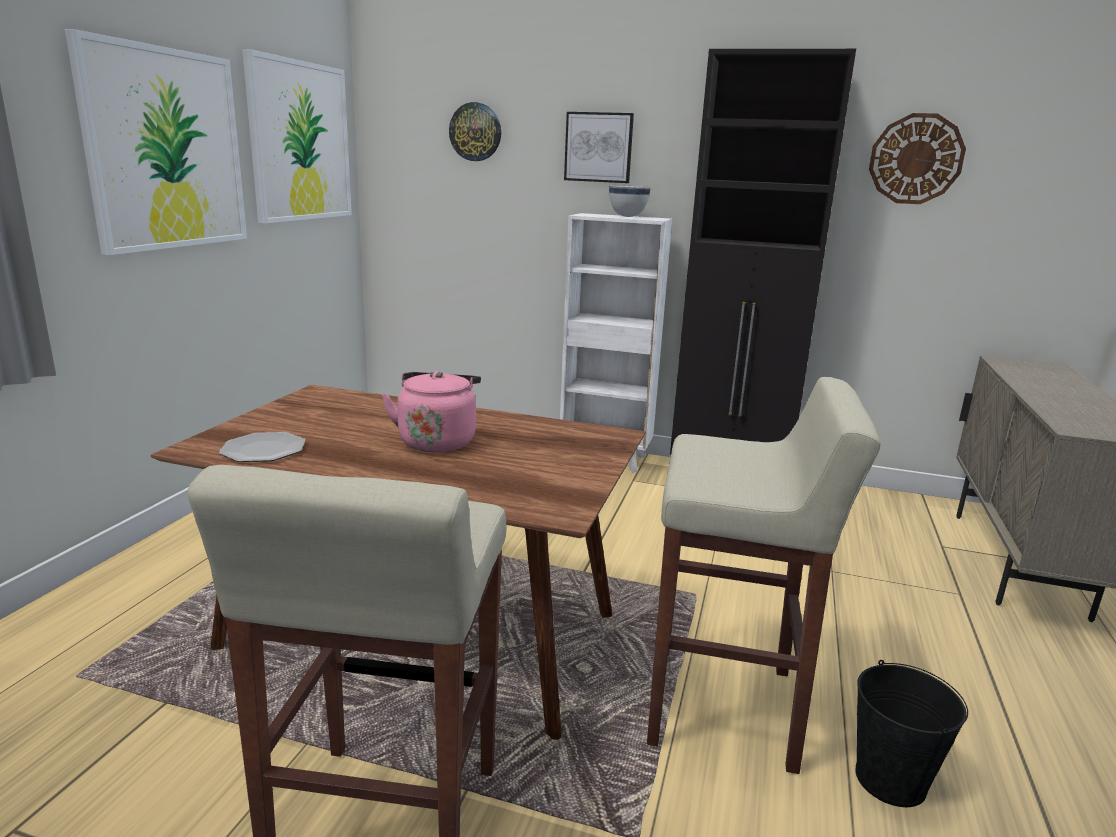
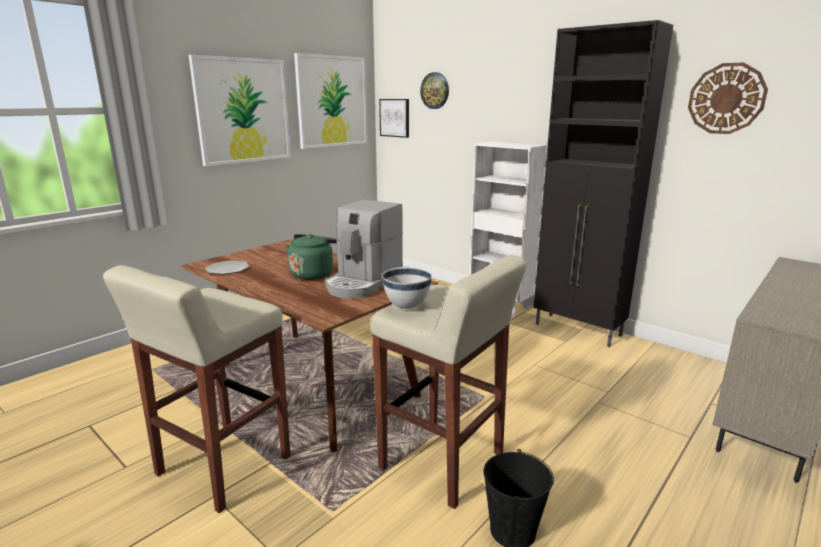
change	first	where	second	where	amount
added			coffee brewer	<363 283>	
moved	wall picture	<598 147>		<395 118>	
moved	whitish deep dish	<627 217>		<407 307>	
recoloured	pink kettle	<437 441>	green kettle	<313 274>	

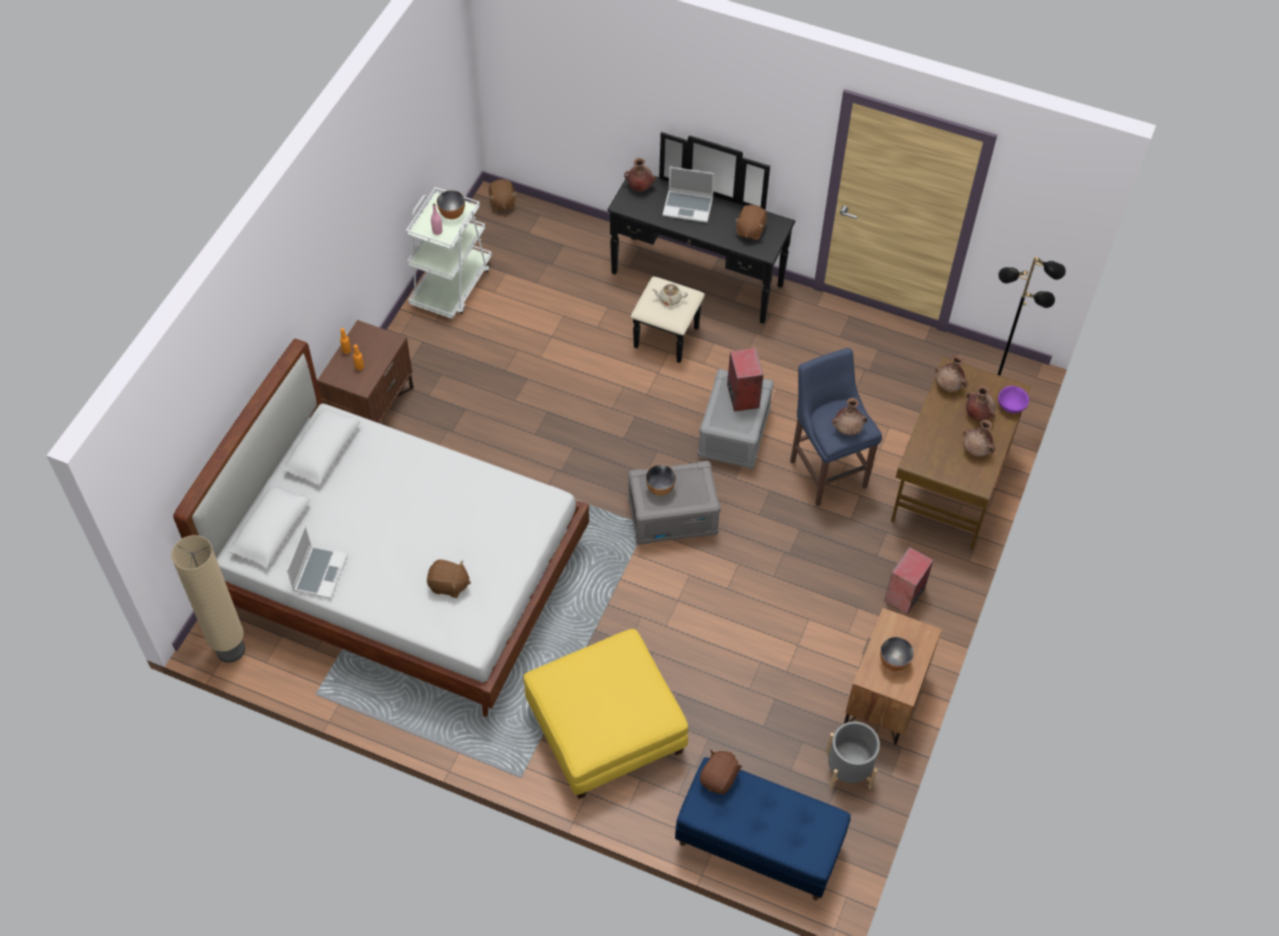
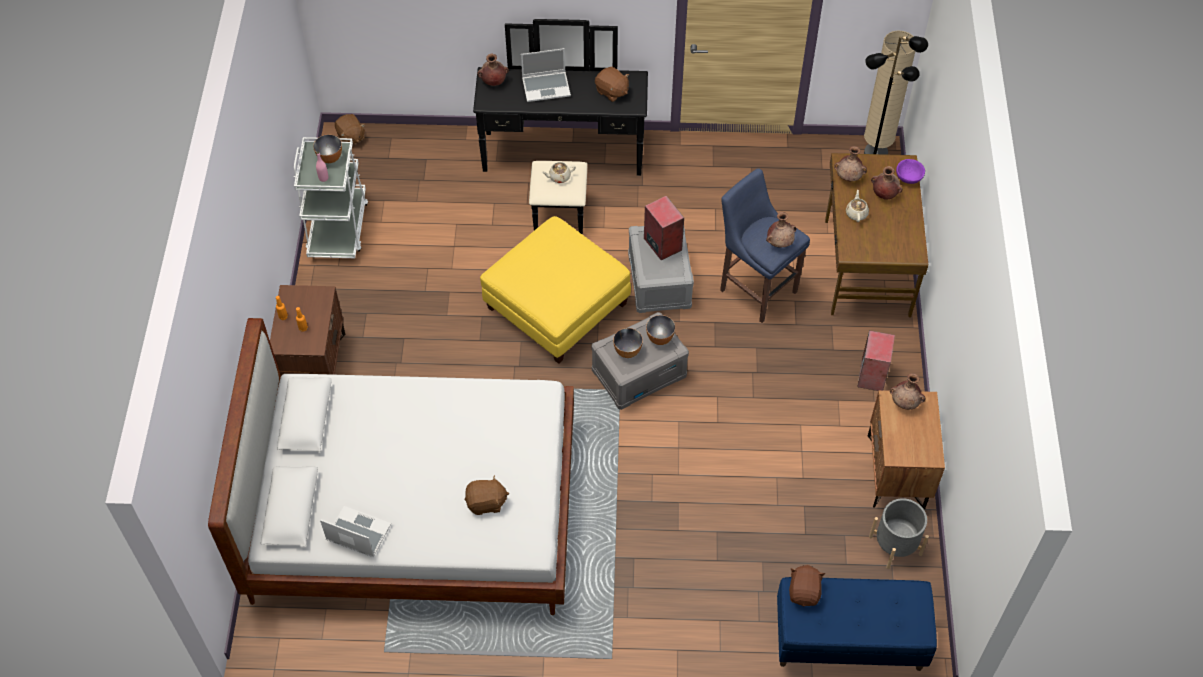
change	first	where	second	where	amount
added			sand-coloured pot for tea	<856 213>	
moved	sand-coloured standing lamp	<230 650>		<875 154>	
moved	yellow-coloured footrest	<605 728>		<557 306>	
moved	deep dish	<894 662>		<660 338>	
moved	brown decorative vase	<976 450>		<905 403>	
turned	portable computer	<319 572>		<357 533>	60 degrees counterclockwise
turned	brown soft toy	<750 230>		<612 91>	45 degrees counterclockwise

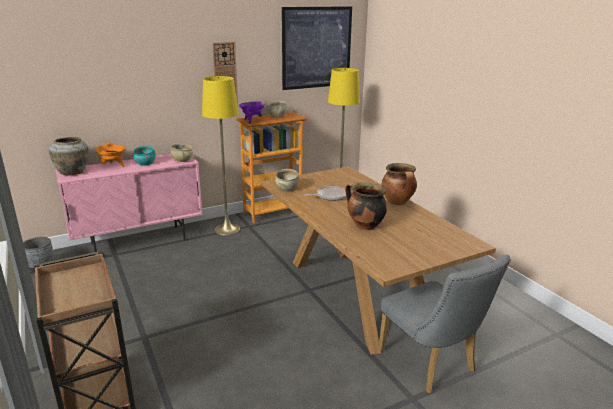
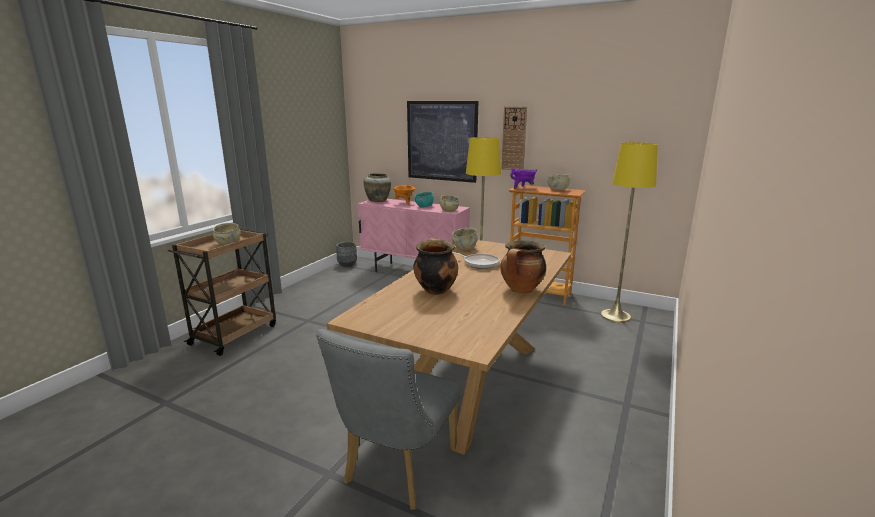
change	first	where	second	where	amount
added			sand-coloured deep dish	<228 243>	
moved	wall picture	<316 48>		<441 141>	

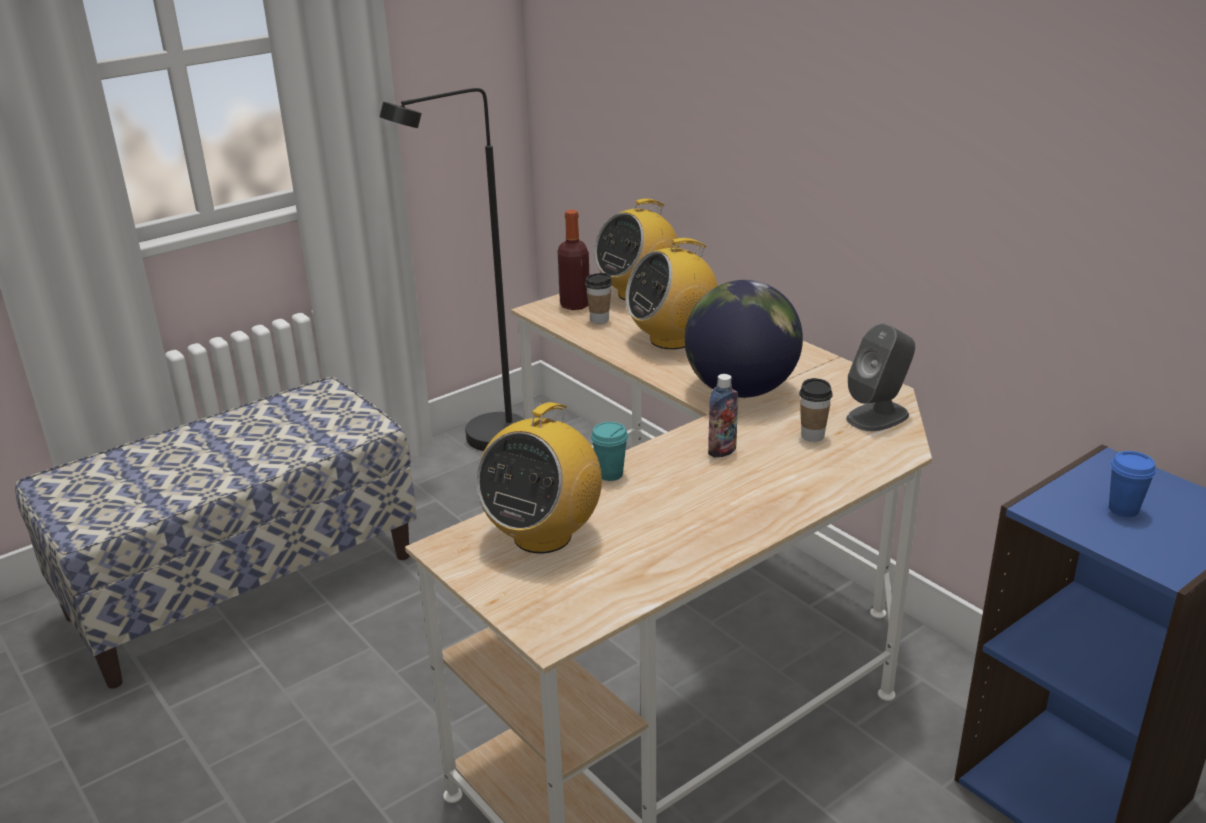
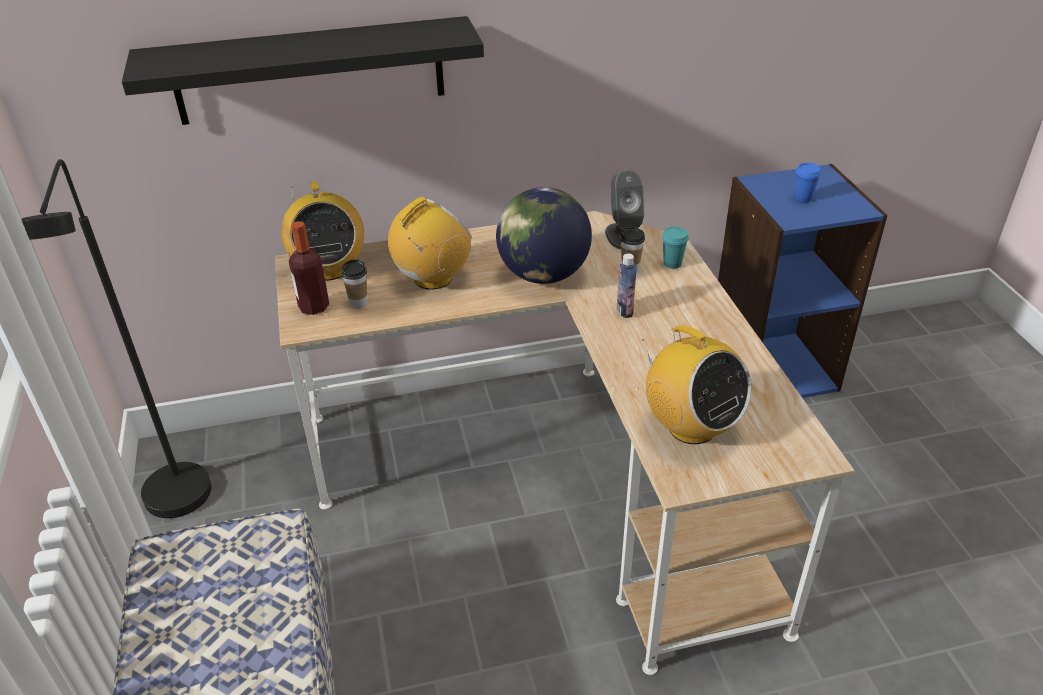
change	first	where	second	where	amount
added			blackish bracket shelf	<310 71>	
moved	turquoise small cup	<610 474>		<672 263>	
turned	radio set	<672 339>		<432 279>	135 degrees counterclockwise

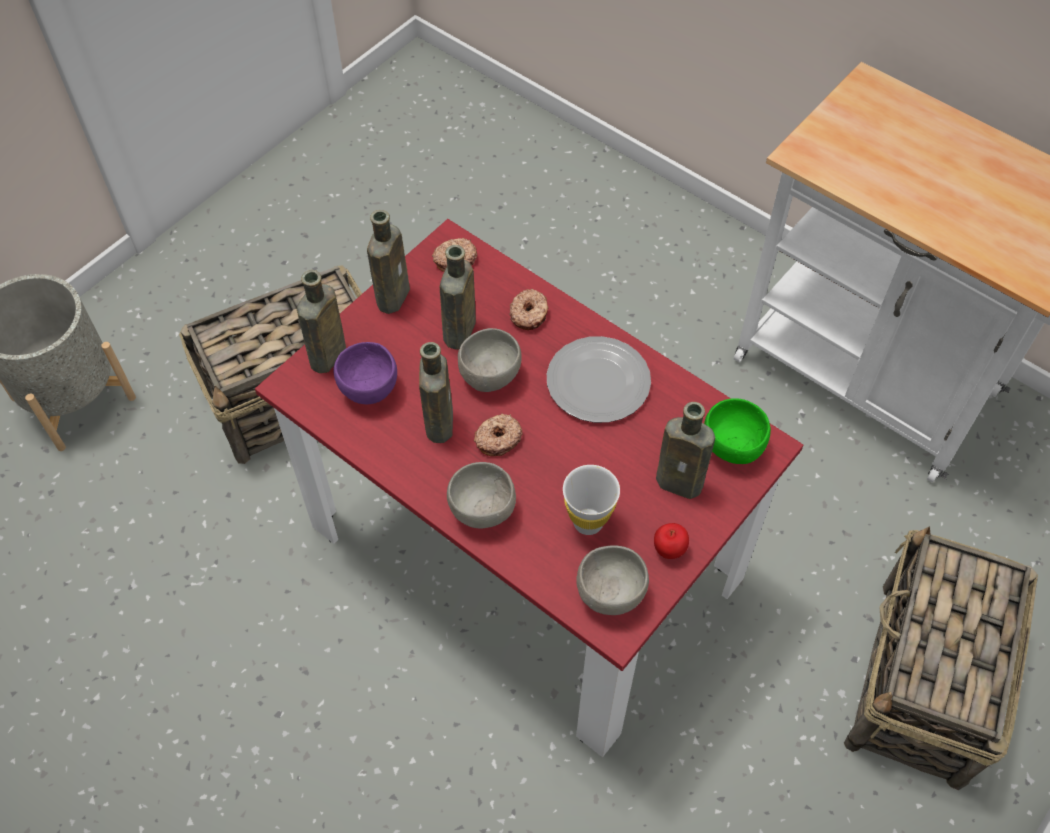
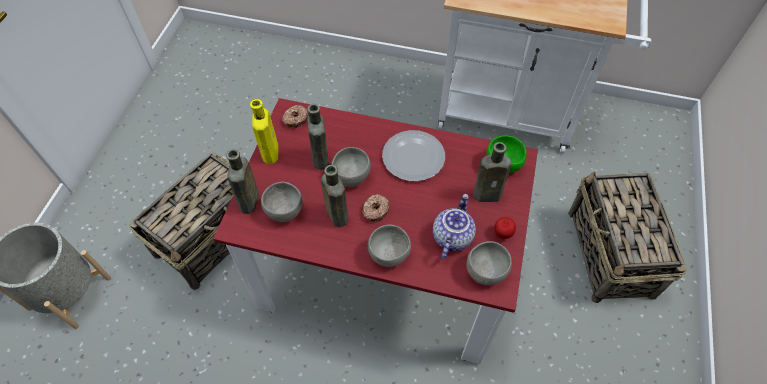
change	first	where	second	where	amount
removed	doughnut	<529 314>			
replaced	whitish small cup	<588 522>	pot for tea	<451 236>	
recoloured	purple deep dish	<370 387>	gray deep dish	<284 210>	
recoloured	brown beverage bottle	<394 294>	yellow-coloured beverage bottle	<270 151>	

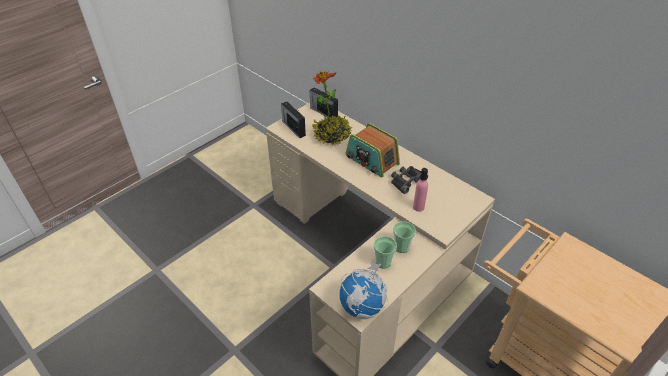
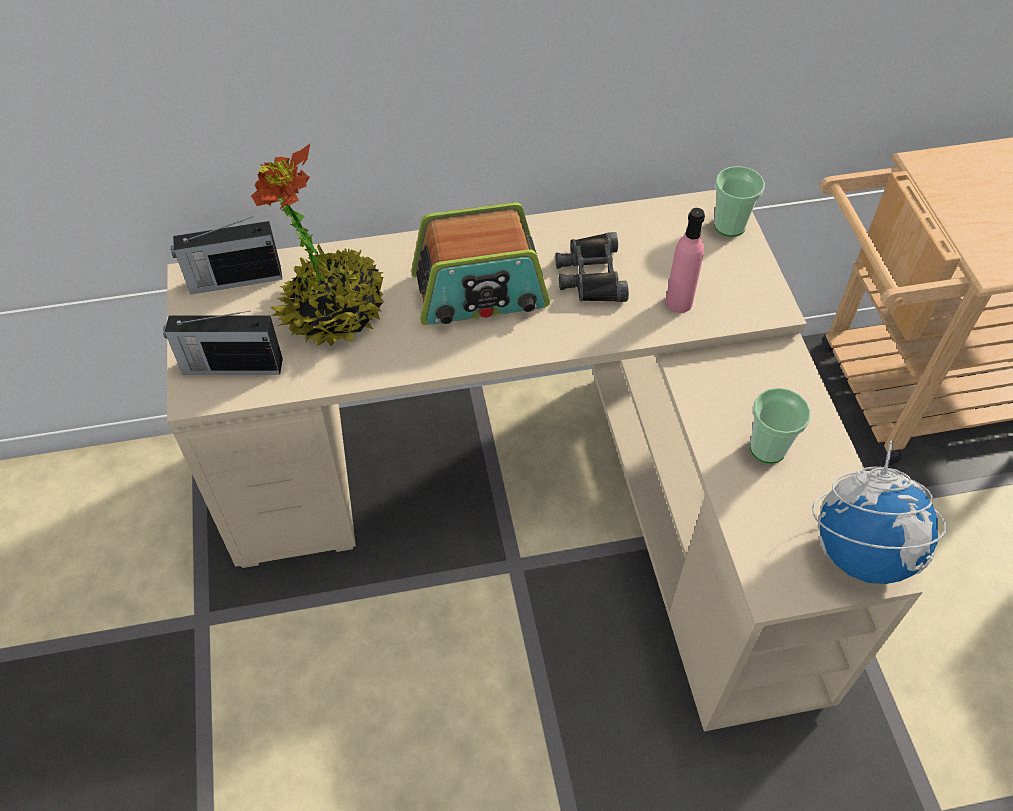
change	first	where	second	where	amount
moved	small cup	<401 247>		<729 225>	

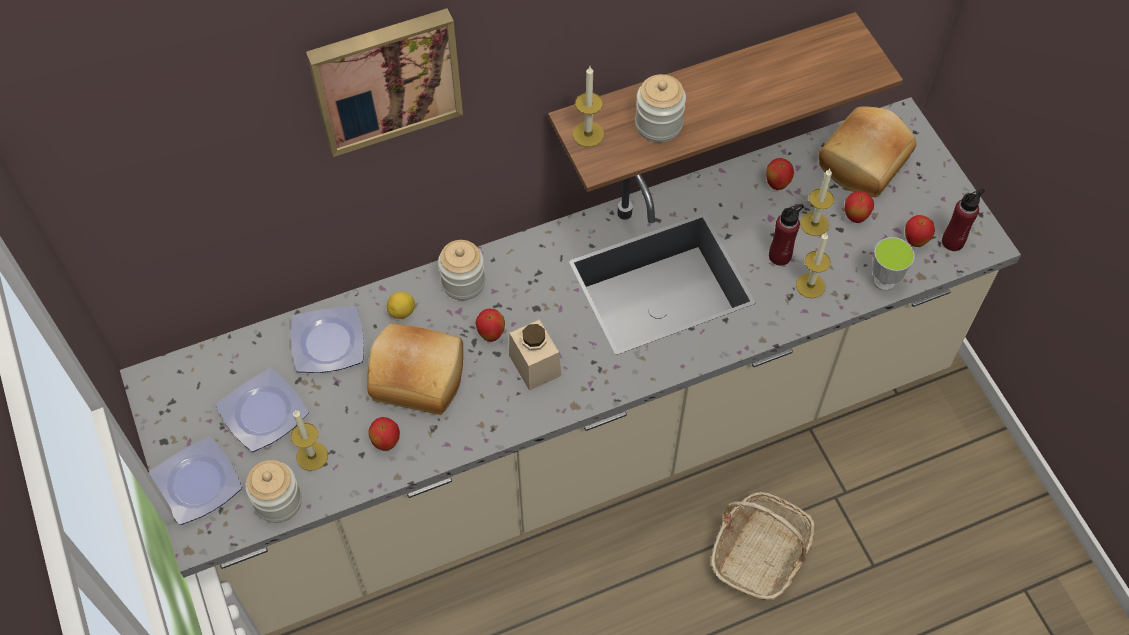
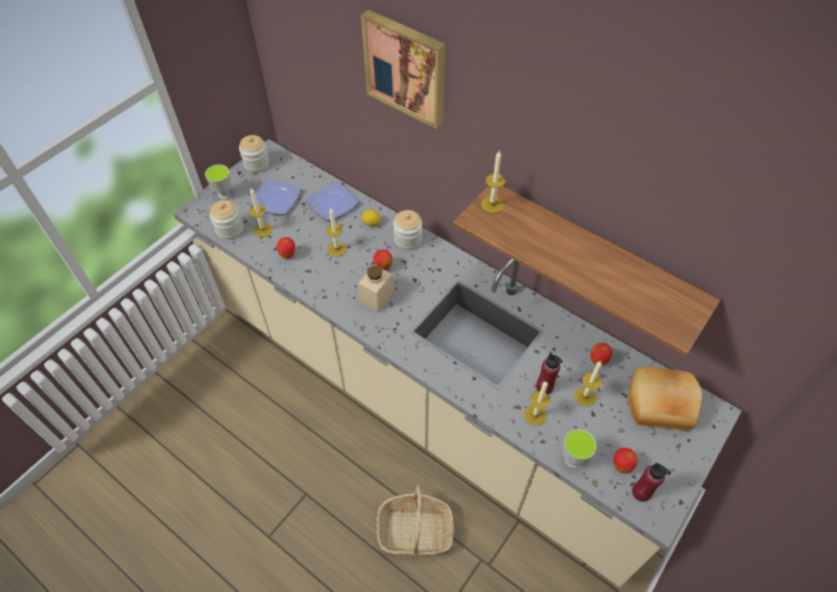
change	first	where	second	where	amount
removed	whole apple	<855 217>			
moved	preserve jar	<658 124>		<256 164>	
replaced	plate	<198 482>	small cup	<224 195>	
replaced	bread	<418 375>	wax candle	<337 249>	

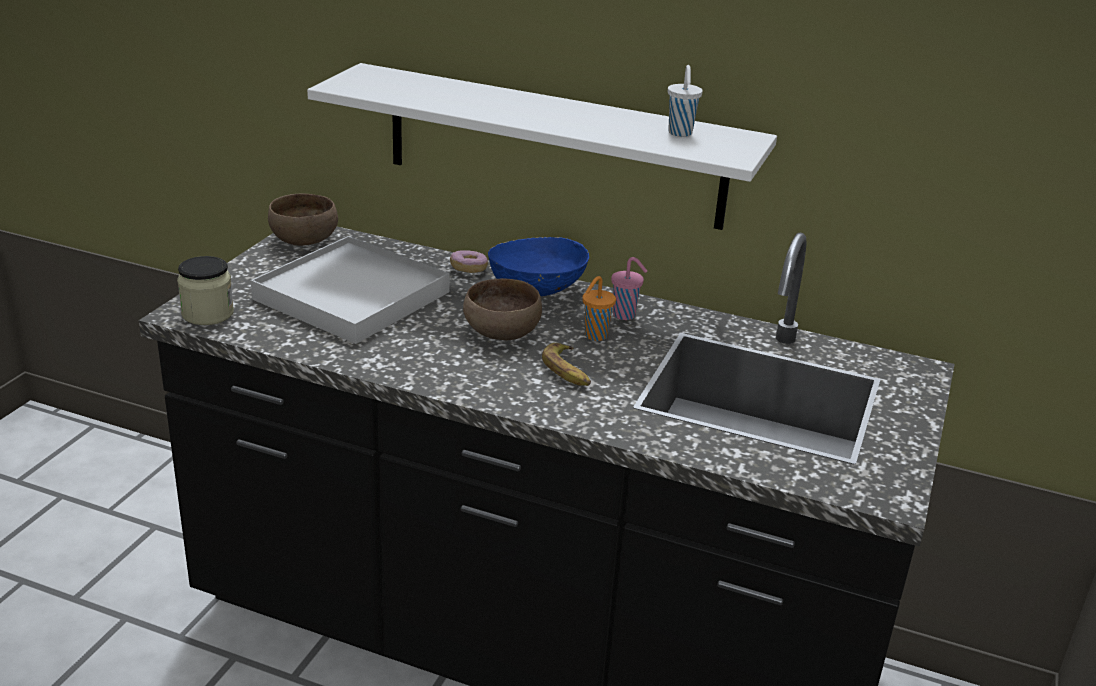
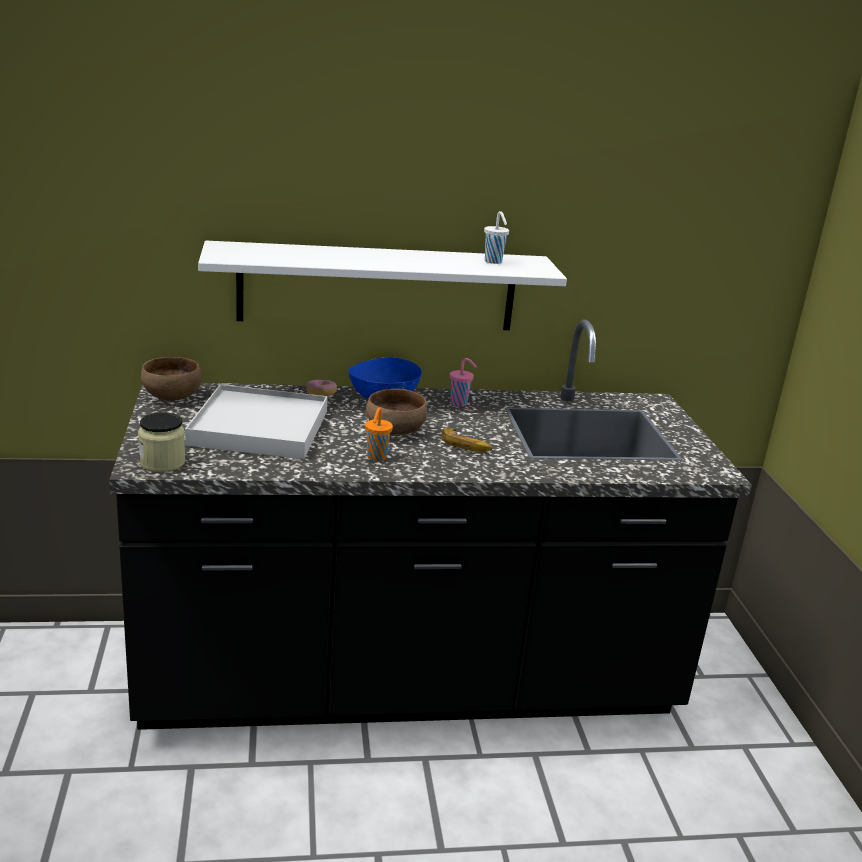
change	first	where	second	where	amount
moved	orangey small cup	<594 336>		<376 458>	

